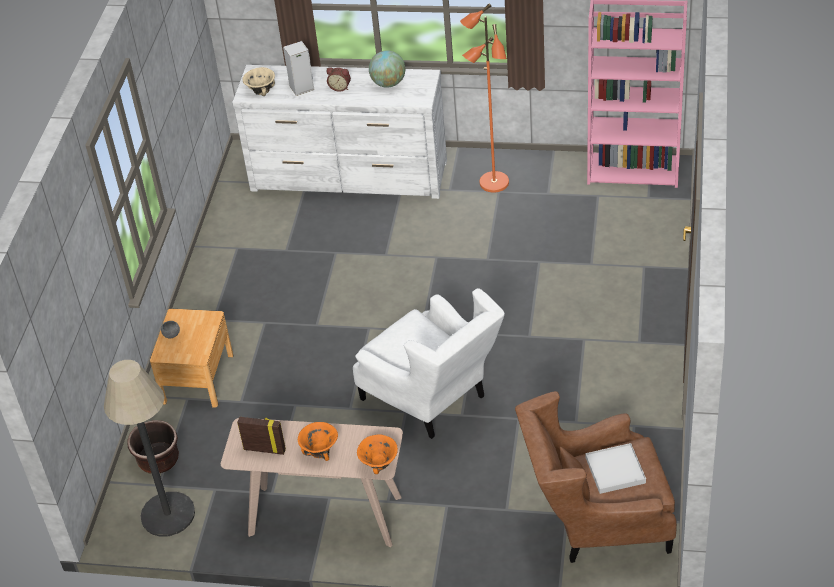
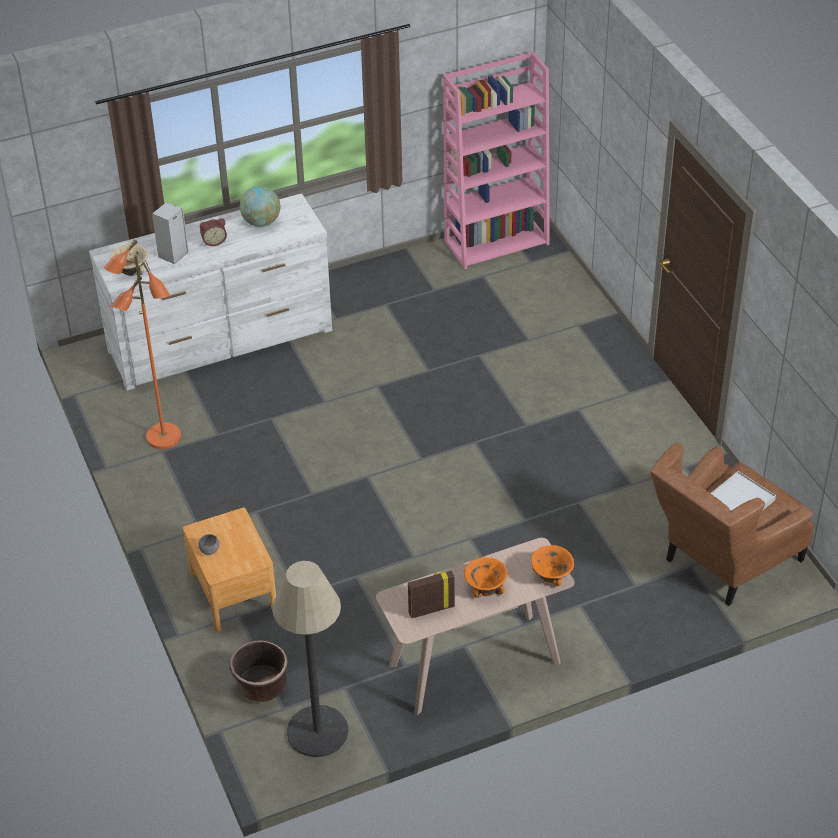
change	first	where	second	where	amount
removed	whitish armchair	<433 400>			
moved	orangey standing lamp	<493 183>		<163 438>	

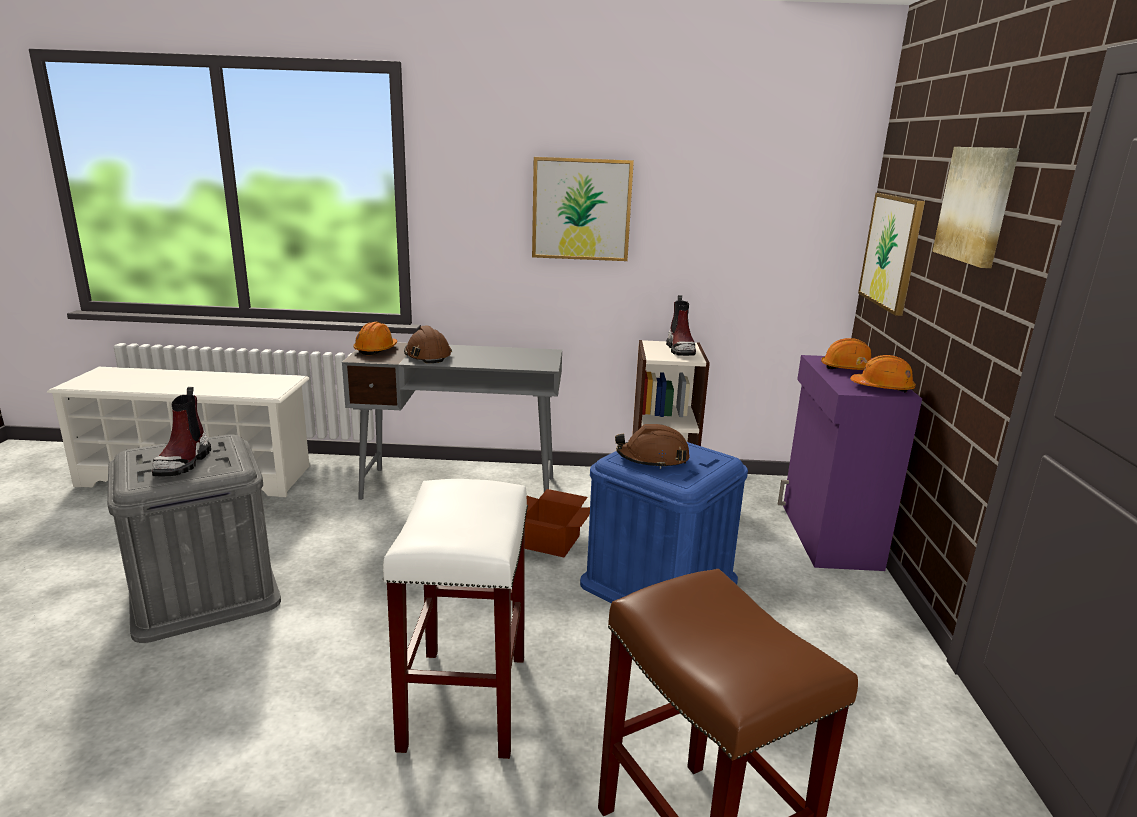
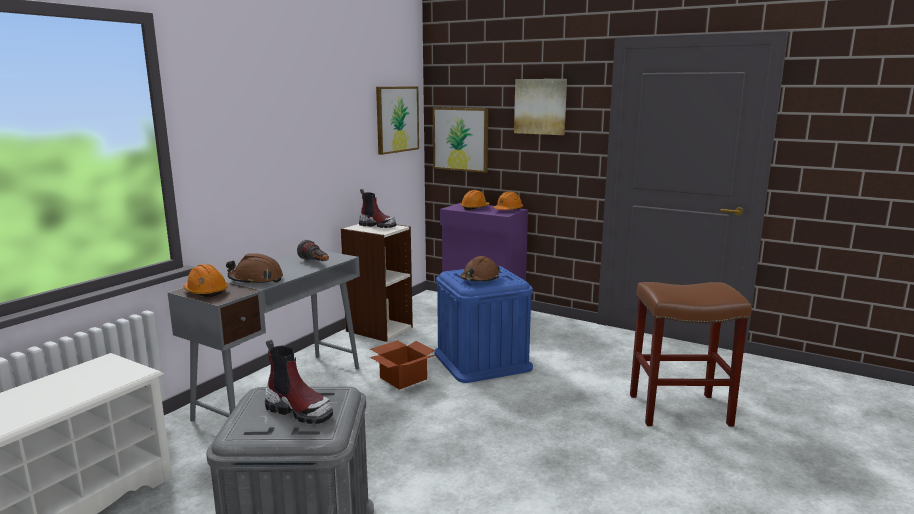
change	first	where	second	where	amount
removed	whitish stool	<466 702>			
added			hand torch	<316 263>	
moved	wall picture	<581 209>		<397 119>	

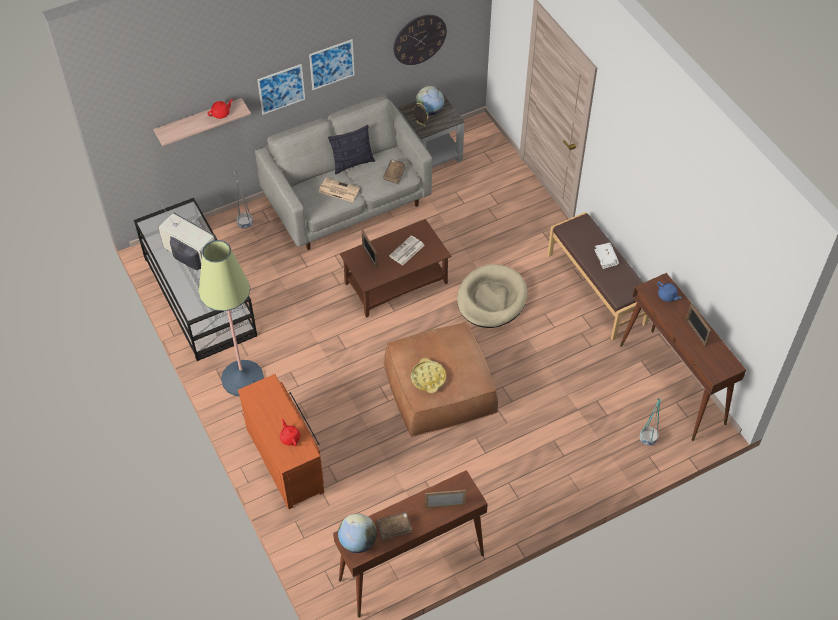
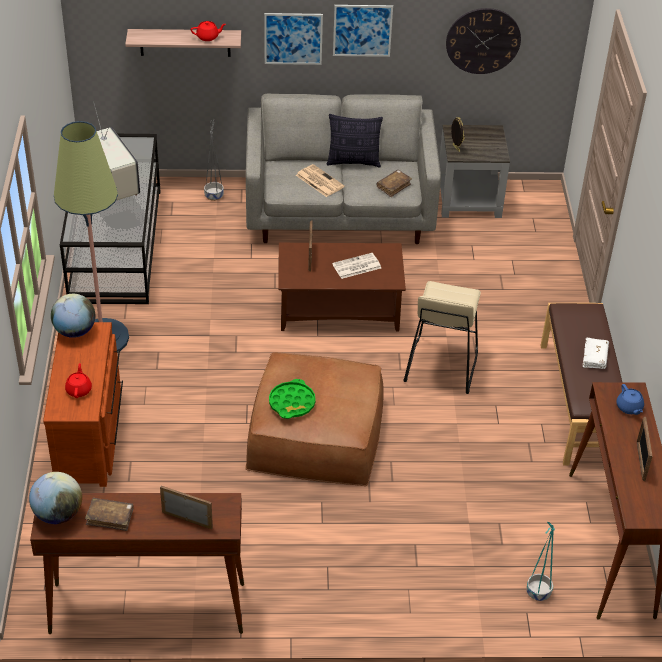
change	first	where	second	where	amount
moved	globe	<429 111>		<75 331>	
replaced	sand-coloured dog cushion	<491 299>	sand-coloured stool	<440 366>	
recoloured	yellow-coloured carrying tray	<428 378>	green carrying tray	<292 403>	

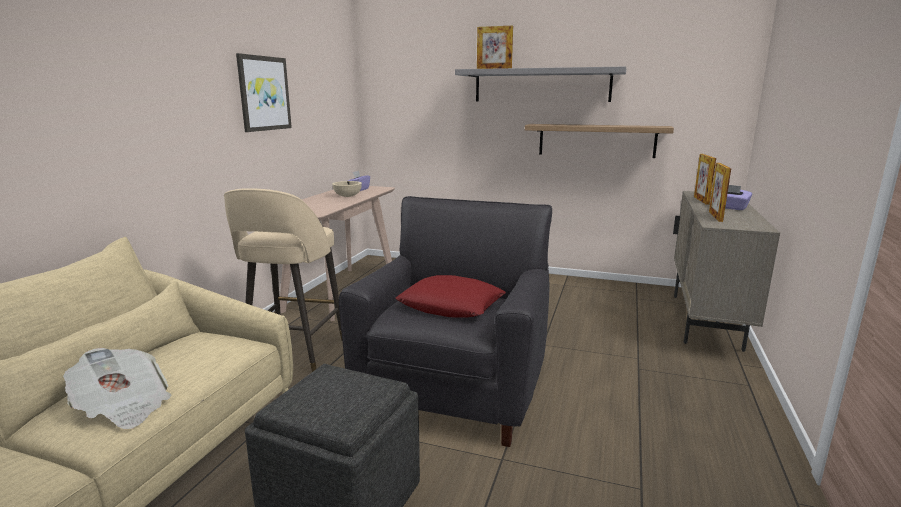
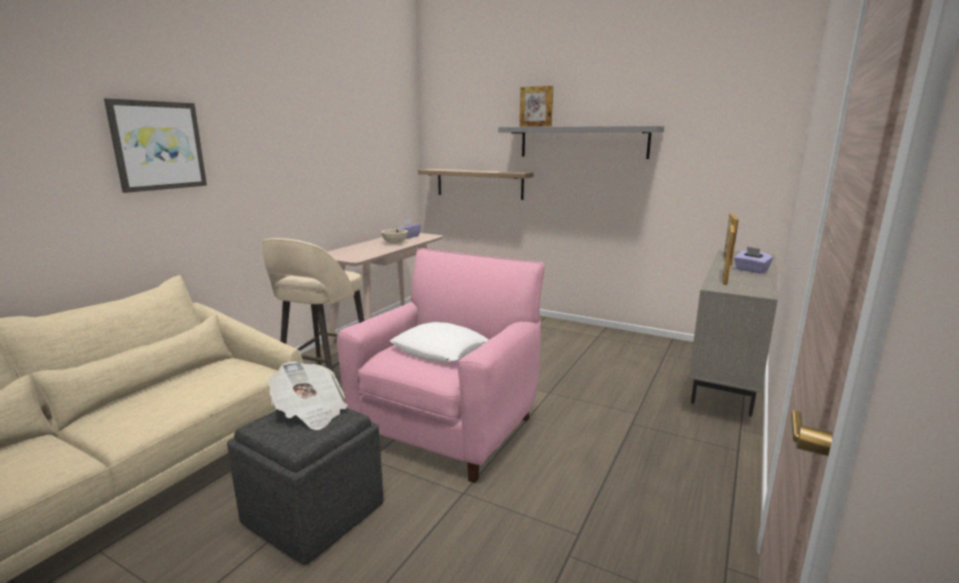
change	first	where	second	where	amount
moved	newspaper	<123 407>		<310 412>	
moved	wall picture	<264 93>		<158 145>	
moved	bracket shelf	<596 140>		<479 183>	
recoloured	blackish armchair	<455 391>	pink armchair	<449 428>	
recoloured	reddish pillow	<451 305>	whitish pillow	<440 350>	

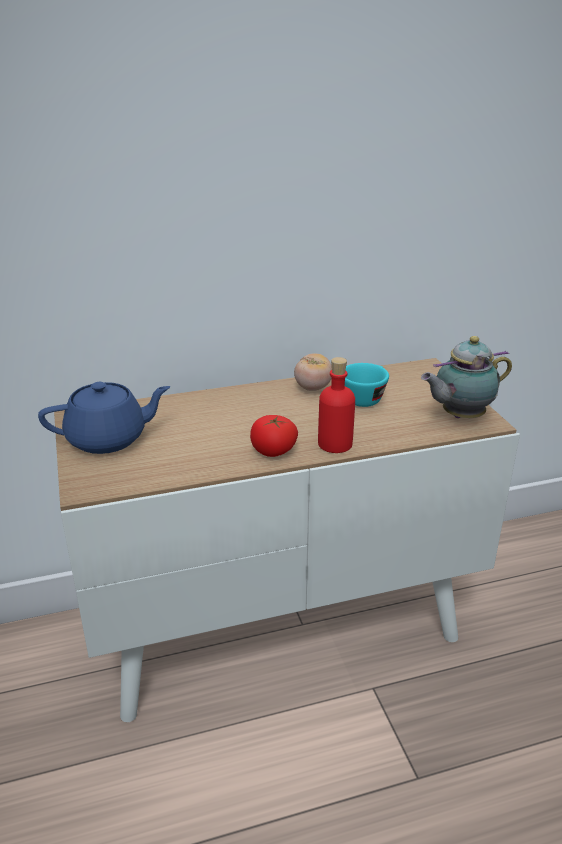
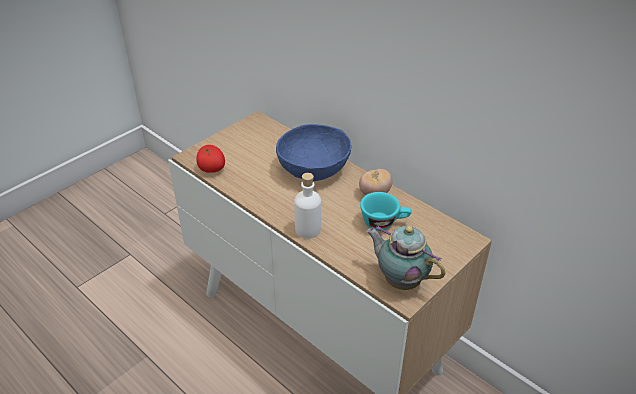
change	first	where	second	where	amount
removed	blue pot for tea	<108 439>			
added			blue deep dish	<314 169>	
moved	tomato	<273 451>		<211 169>	
recoloured	reddish beverage bottle	<335 444>	whitish beverage bottle	<308 229>	

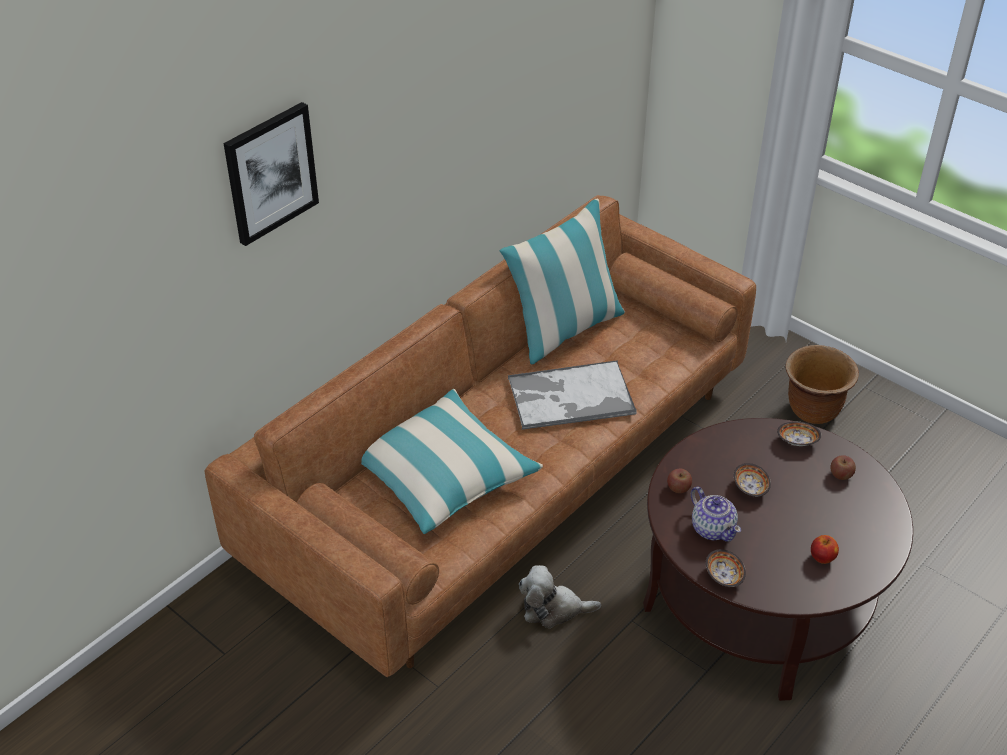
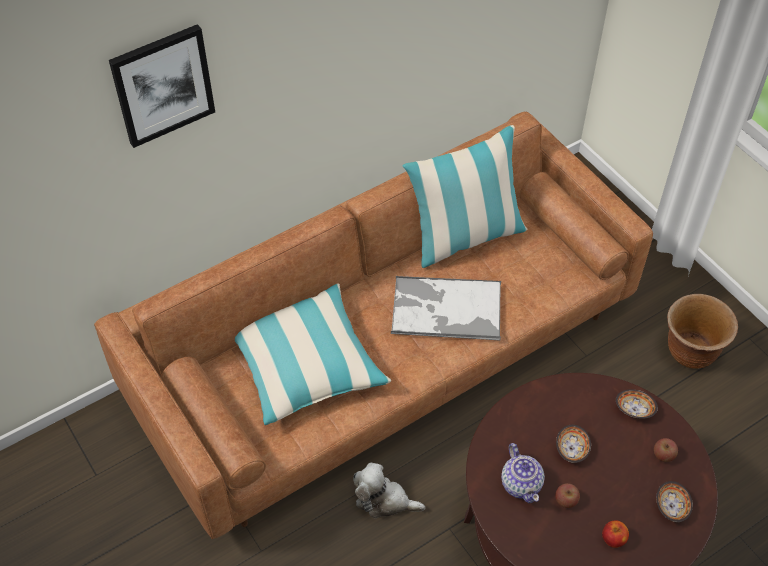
change	first	where	second	where	amount
moved	whole apple	<678 488>		<566 500>	
moved	deep dish	<724 576>		<671 506>	

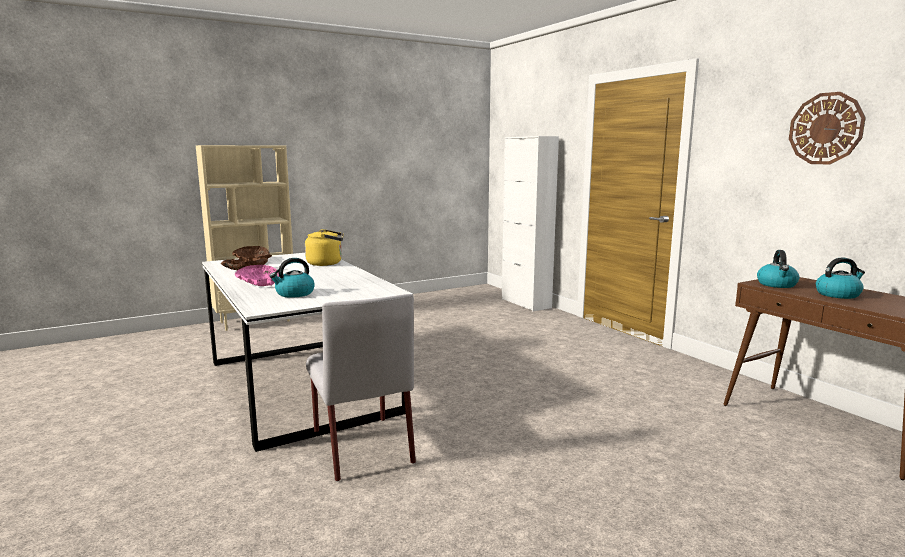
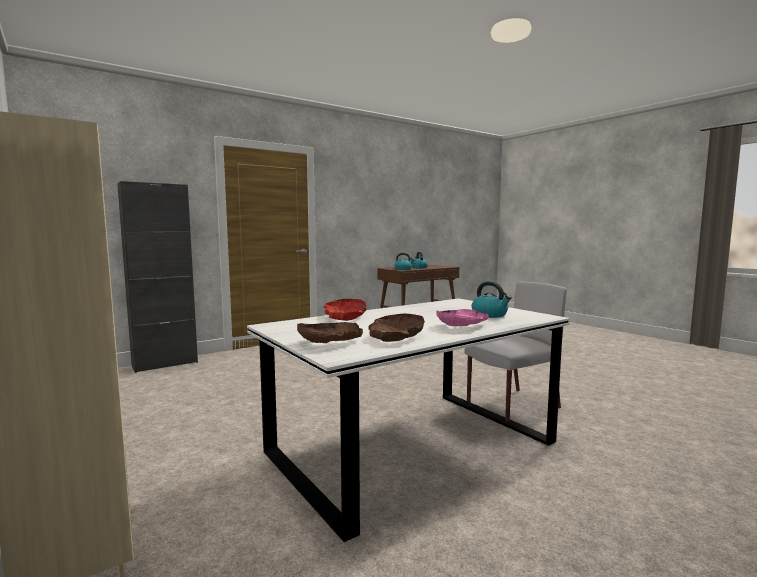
change	first	where	second	where	amount
removed	hanging clock	<825 128>			
replaced	yellow-coloured kettle	<327 263>	reddish deep dish	<345 317>	
recoloured	whitish cupboard	<526 303>	blackish cupboard	<165 364>	

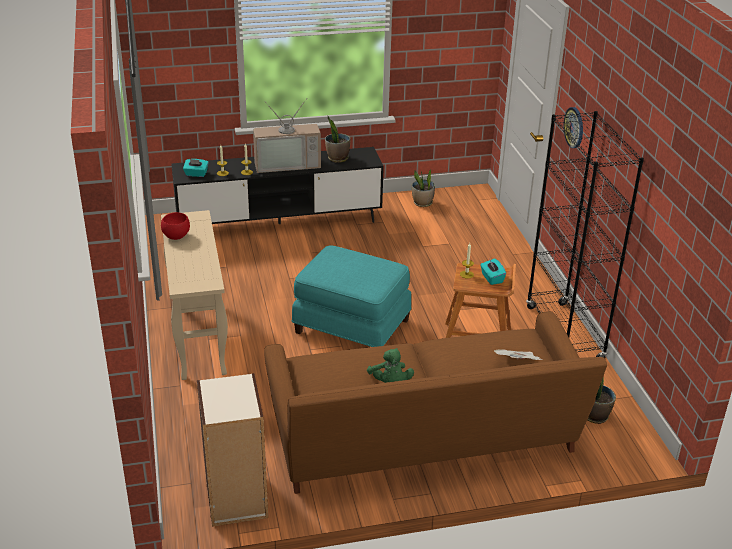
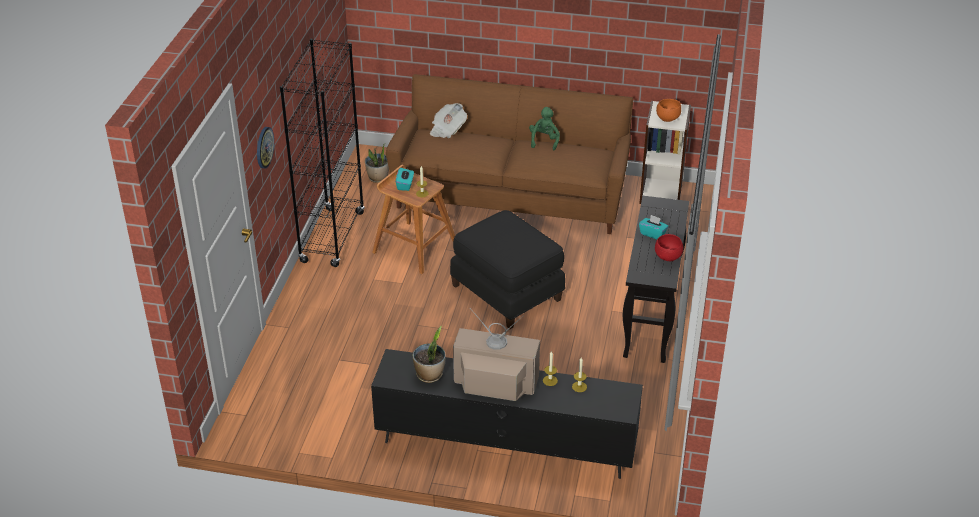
change	first	where	second	where	amount
removed	potted plant	<422 203>			
added			orangey deep dish	<667 118>	
moved	turquoise tissue box	<196 174>		<652 233>	
recoloured	sand-coloured console table	<198 336>	blackish console table	<651 319>	
recoloured	turquoise footrest	<351 327>	blackish footrest	<508 292>	

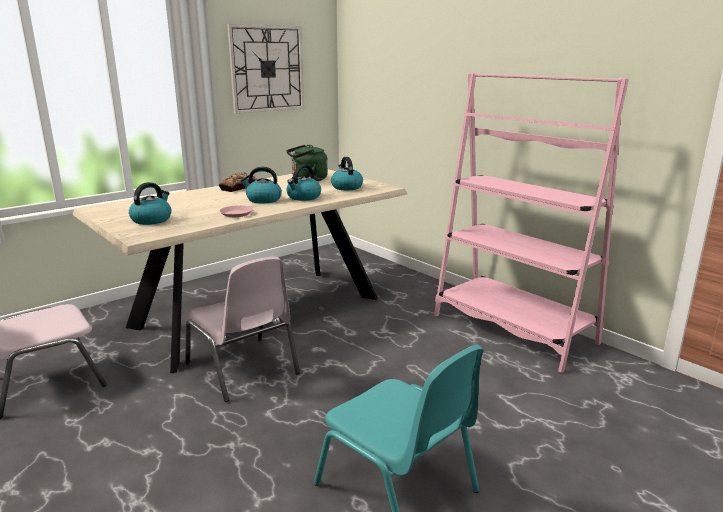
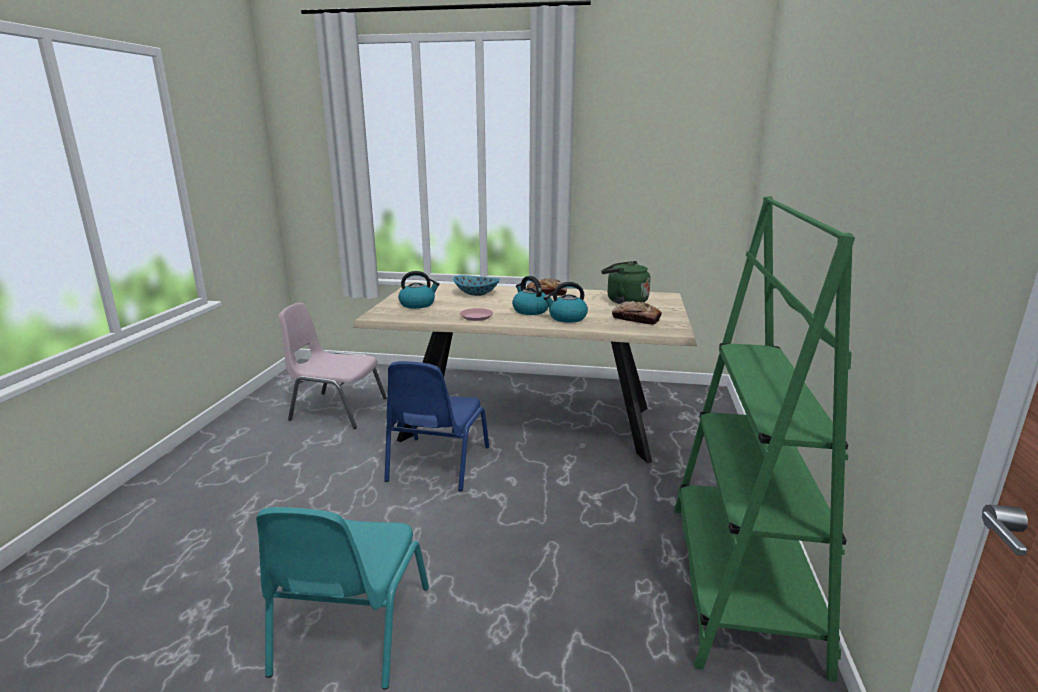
change	first	where	second	where	amount
removed	hanging clock	<267 69>			
added			deep dish	<476 294>	
replaced	kettle	<346 187>	bread	<636 319>	
recoloured	pink chair	<243 369>	blue chair	<437 464>	
recoloured	pink bookshelf	<513 329>	green bookshelf	<740 581>	

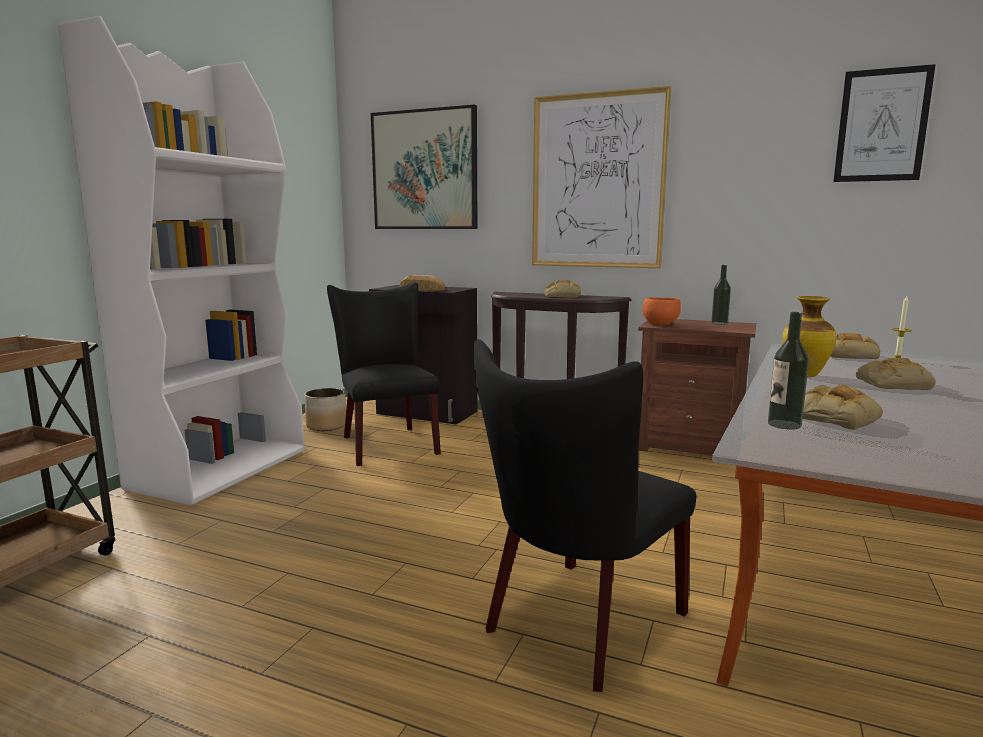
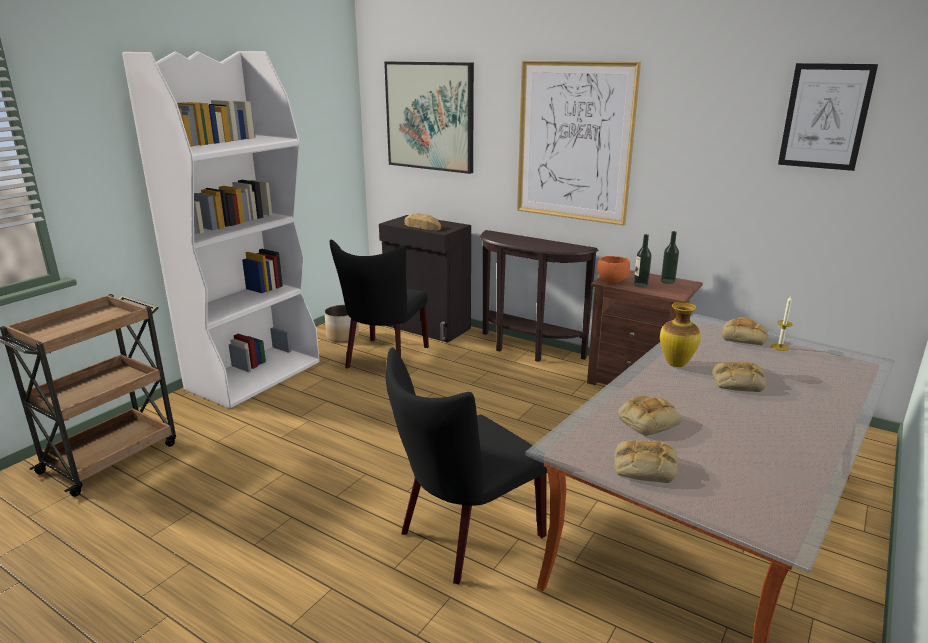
change	first	where	second	where	amount
moved	bread	<562 296>		<644 467>	
moved	beverage bottle	<784 424>		<640 285>	
turned	blackish chair	<386 443>		<384 359>	150 degrees counterclockwise

